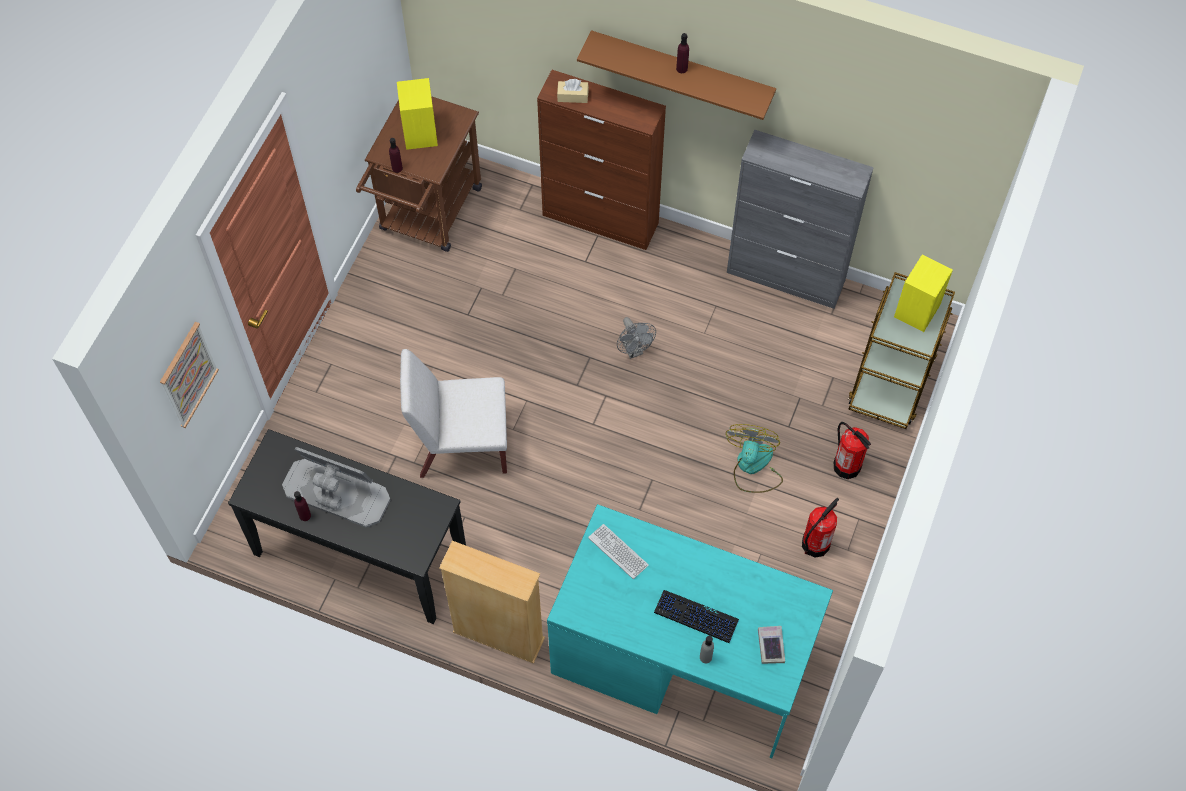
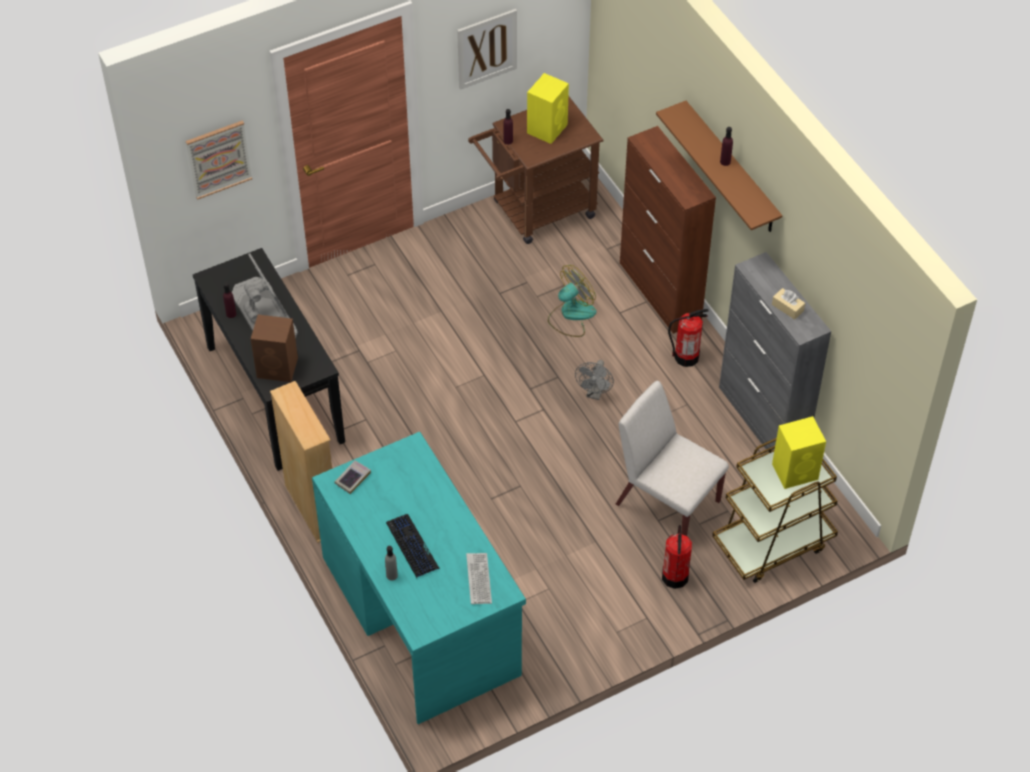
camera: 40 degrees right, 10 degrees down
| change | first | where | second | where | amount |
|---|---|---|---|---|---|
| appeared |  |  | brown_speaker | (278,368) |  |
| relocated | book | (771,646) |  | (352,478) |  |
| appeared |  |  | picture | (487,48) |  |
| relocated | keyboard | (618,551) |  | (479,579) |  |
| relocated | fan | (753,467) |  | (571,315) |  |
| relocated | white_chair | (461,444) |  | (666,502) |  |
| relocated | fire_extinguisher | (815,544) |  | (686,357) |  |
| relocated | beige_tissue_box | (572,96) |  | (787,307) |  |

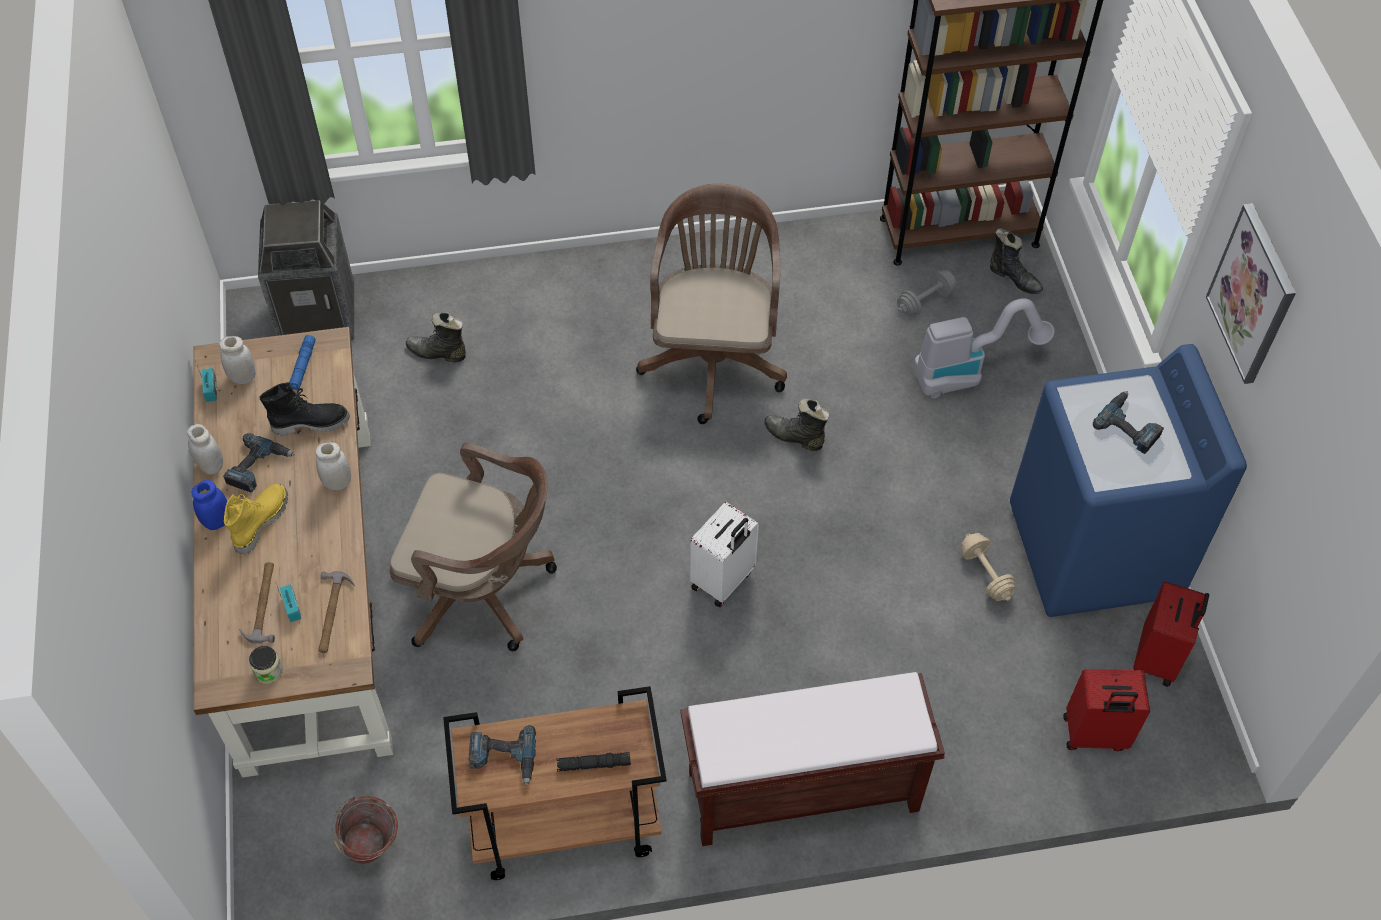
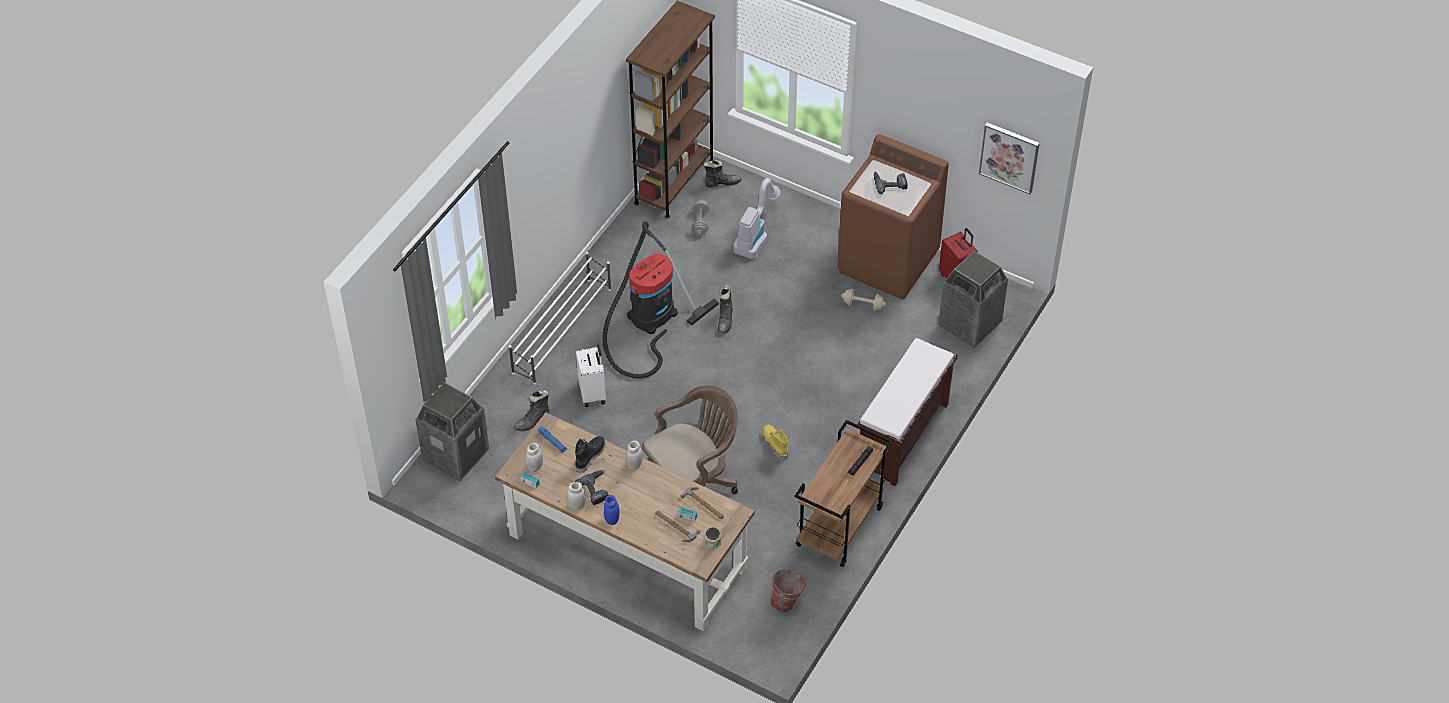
camera: 50 degrees left, 5 degrees down
| change | first | where | second | where | amount |
|---|---|---|---|---|---|
| appeared |  |  | white_shoe_rack | (563,330) |  |
| relocated | white_suitcase | (723,581) |  | (593,394) |  |
| exchanged | brown_office_chair | (713,357) | vacuum_cleaner | (649,319) |  |
| spun | black_boot | (794,437) |  | (725,320) | 60 degrees counterclockwise |
| relocated | yellow_boot | (260,521) |  | (774,445) |  |
| colour | blue_washing_machine | (1093,552) | brown_washing_machine | (888,262) |  |
| exchanged | red_suitcase | (1094,735) | trash_can | (970,324) |  |
| relocated | picture | (1253,294) |  | (1009,157) |  |
| missing | power_drill | (503,759) |  |  |  |

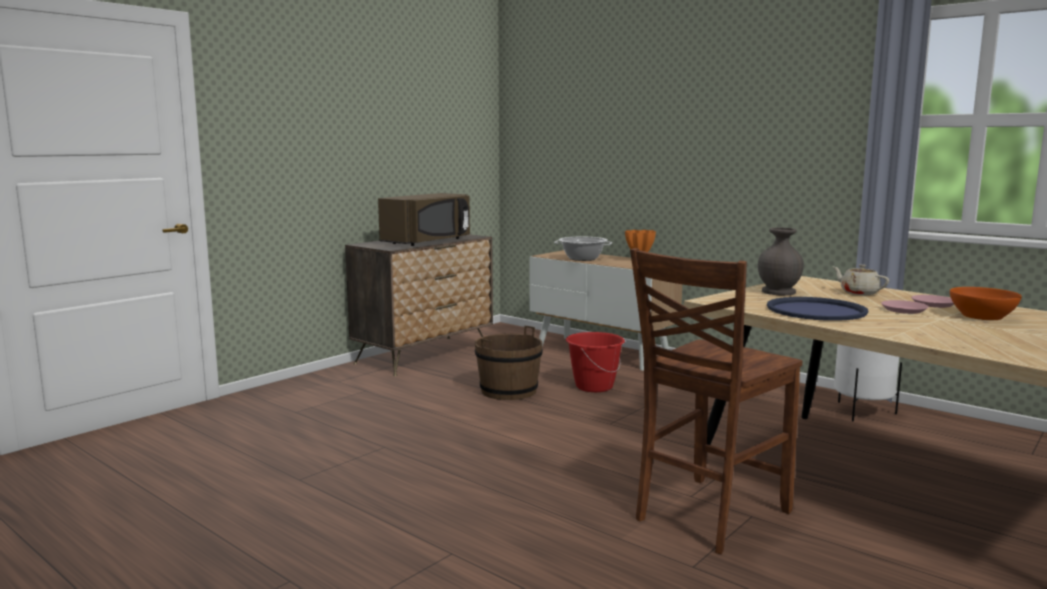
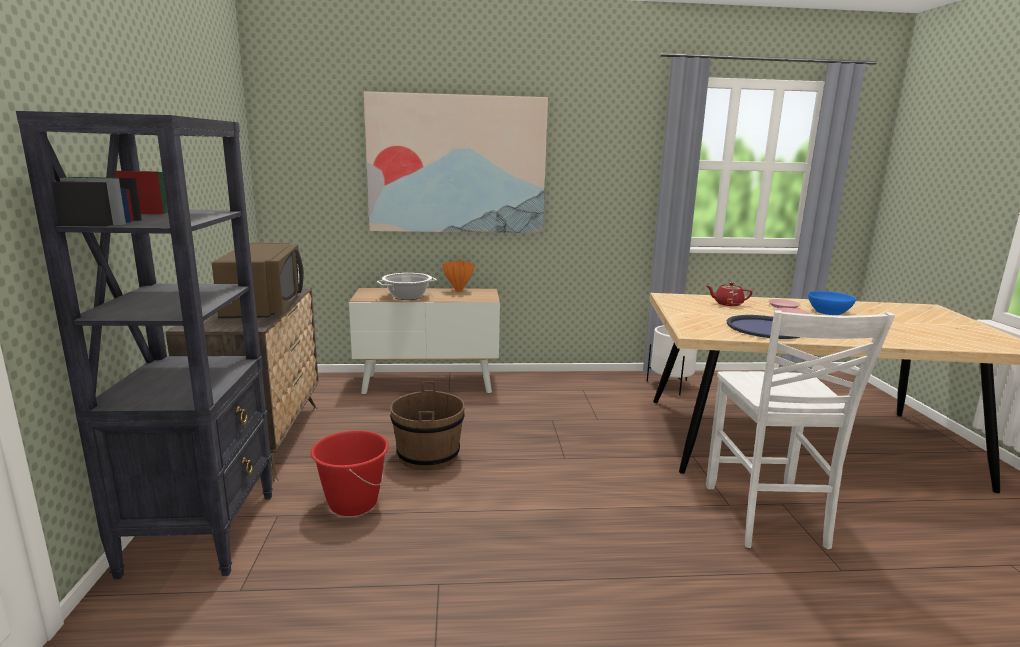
camera: 45 degrees left, 5 degrees up
| change | first | where | second | where | amount |
|---|---|---|---|---|---|
| appeared |  |  | black_bookcase | (202,532) |  |
| relocated | red_bucket | (594,386) |  | (353,503) |  |
| appeared |  |  | picture | (457,165) |  |
| colour | brown_chair | (708,515) | white_chair | (766,517) |  |
| colour | beige_teapot | (858,293) | red_teapot | (727,304) |  |
| colour | orange_bowl | (981,316) | blue_bowl | (828,312) |  |
| missing | grey_vase | (778,292) |  |  |  |

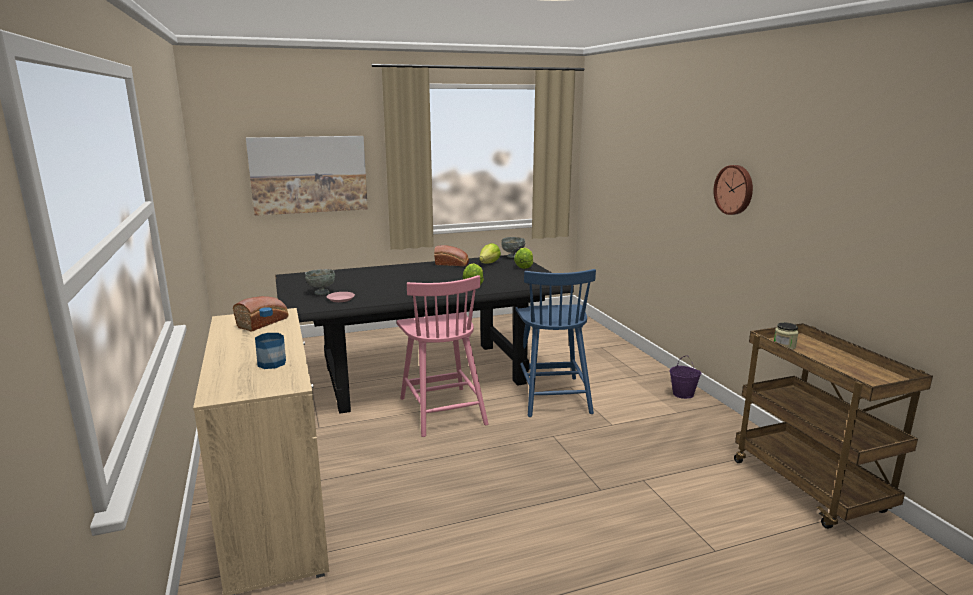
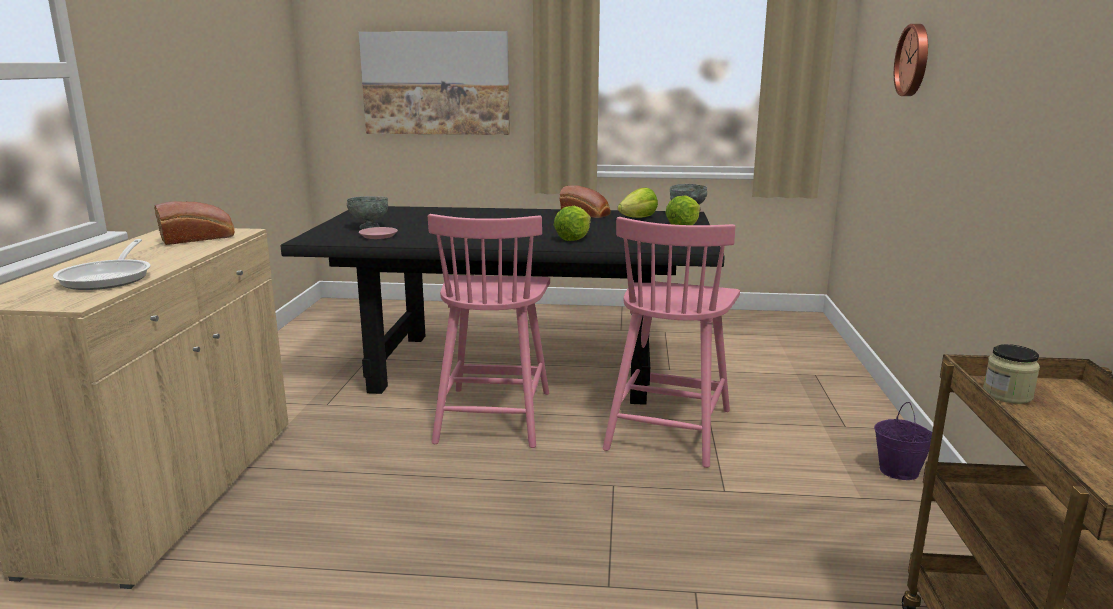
camera: 25 degrees right, 0 degrees up
| change | first | where | second | where | amount |
|---|---|---|---|---|---|
| exchanged | bottle | (271,363) | frying_pan | (109,277) |  |
| colour | blue_chair | (552,395) | pink_chair | (669,428) |  |
| relocated | wall_clock | (735,189) |  | (914,60) |  |

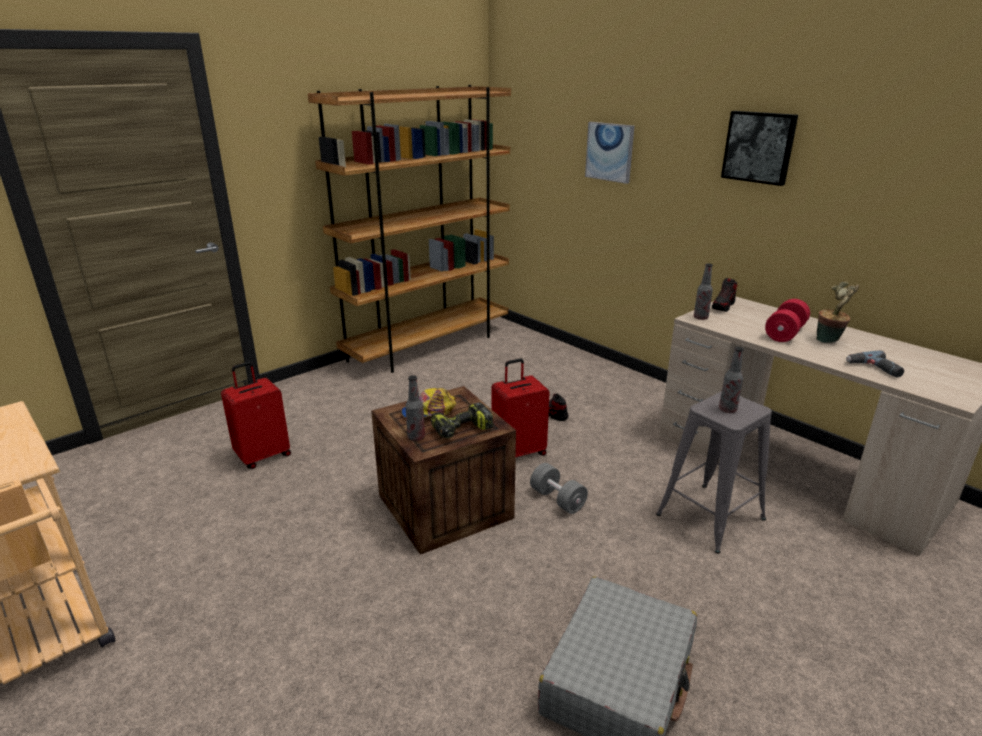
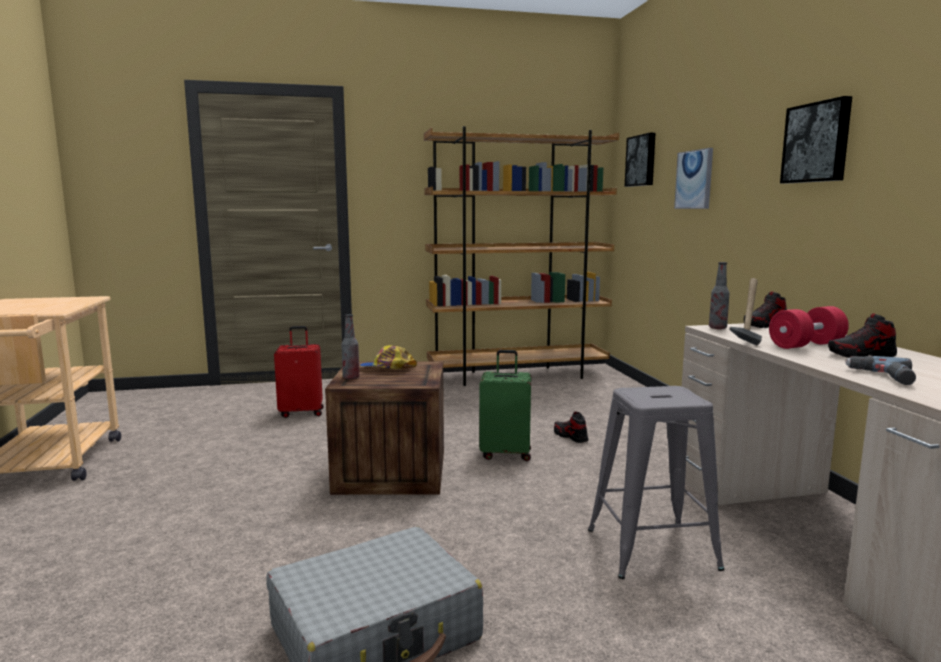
camera: 30 degrees right, 15 degrees down
| change | first | where | second | where | amount |
|---|---|---|---|---|---|
| colour | red_suitcase | (518,452) | green_suitcase | (506,454) |  |
| appeared |  |  | picture | (642,160) |  |
| appeared |  |  | hammer | (746,338) |  |
| exchanged | potted_plant | (829,340) | shoe | (861,355) |  |
| missing | power_drill | (461,430) |  |  |  |
| missing | grey_dumbbell | (557,499) |  |  |  |
| missing | bottle | (727,409) |  |  |  |

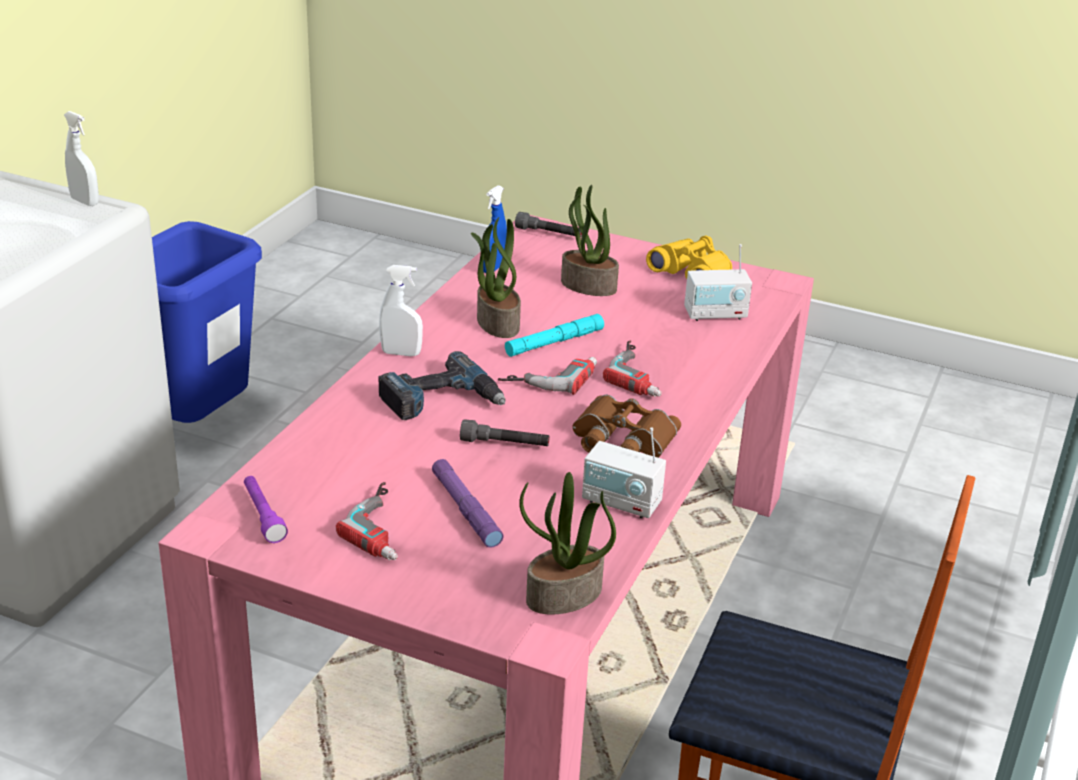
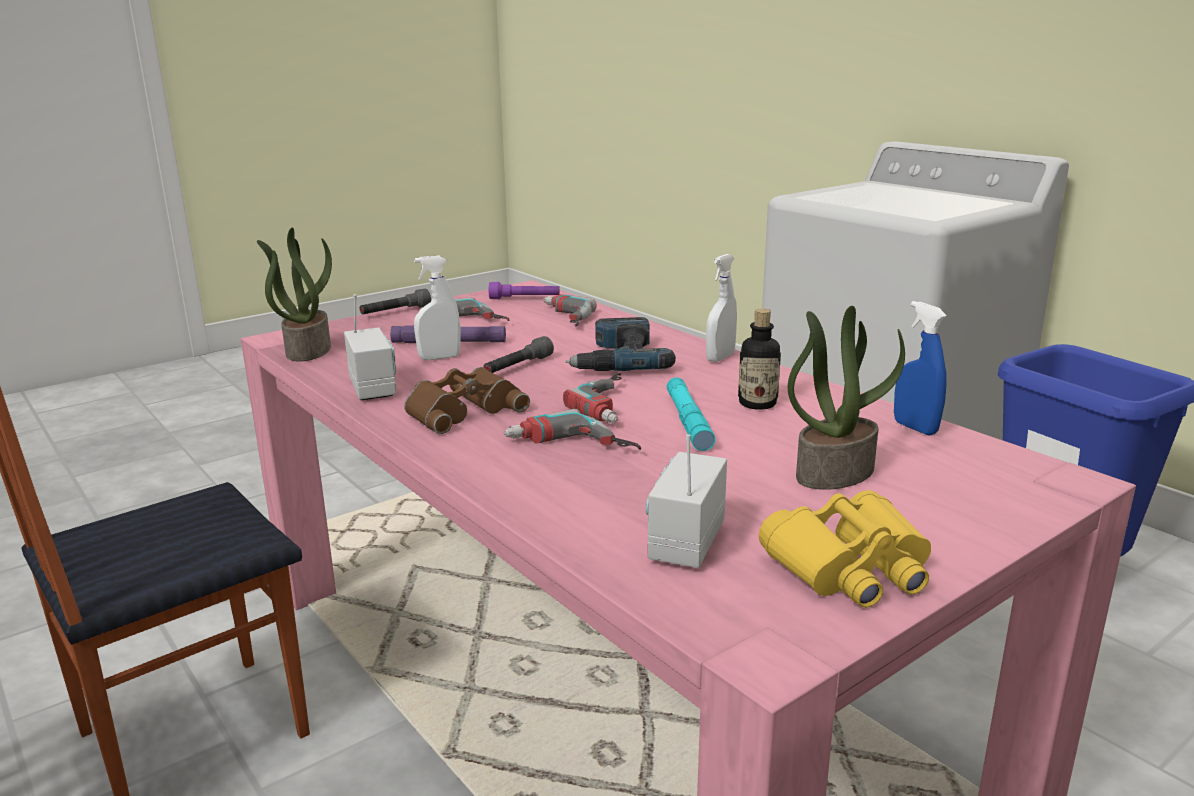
camera: 120 degrees right, 10 degrees down
| change | first | where | second | where | amount |
|---|---|---|---|---|---|
| spun | radio | (621,502) |  | (373,388) | 105 degrees clockwise |
| relocated | grey_flashlight | (549,234) |  | (395,312) |  |
| relocated | white_spray_bottle | (85,202) |  | (439,357) |  |
| appeared |  |  | power_drill | (560,318) |  |
| exchanged | potted_plant | (496,323) | bottle | (757,404) |  |

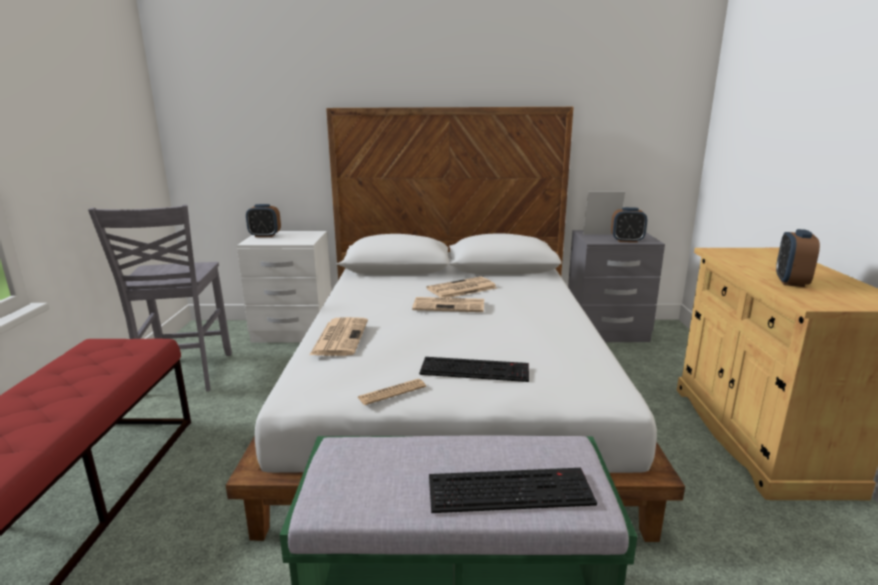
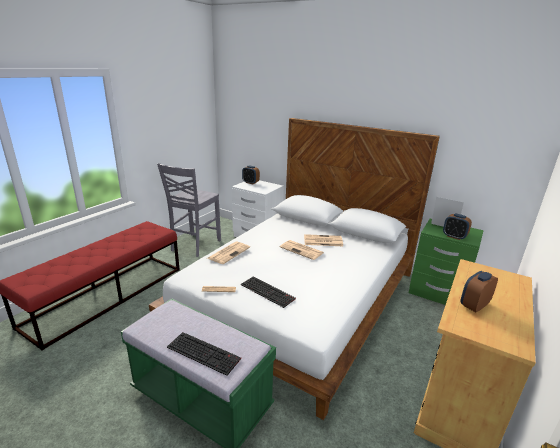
camera: 30 degrees right, 5 degrees up
| change | first | where | second | where | amount |
|---|---|---|---|---|---|
| colour | grey_nightstand | (606,331) | green_nightstand | (437,292) |  |

